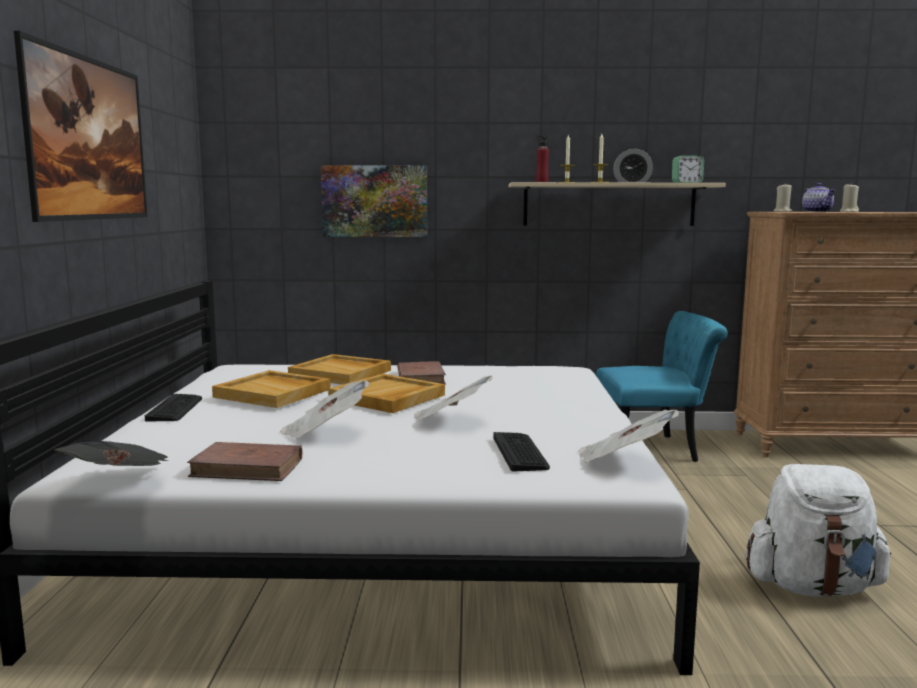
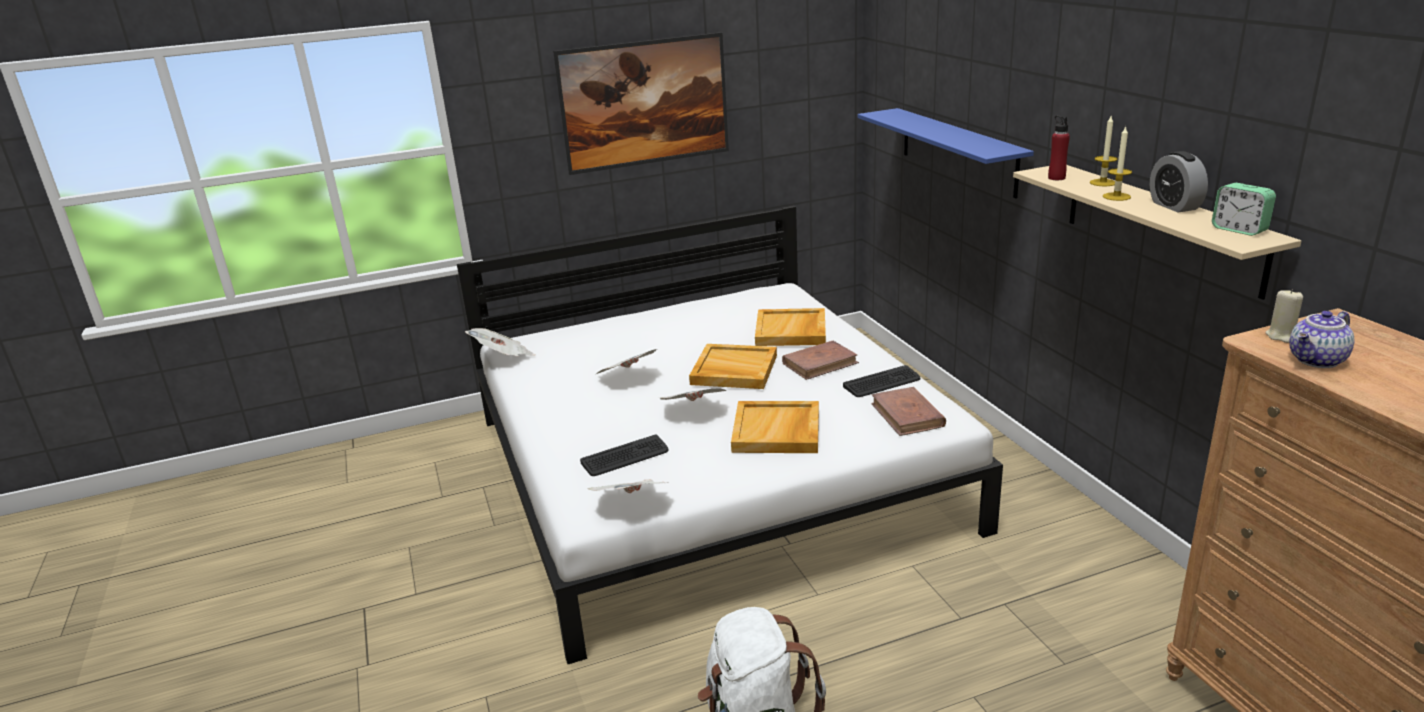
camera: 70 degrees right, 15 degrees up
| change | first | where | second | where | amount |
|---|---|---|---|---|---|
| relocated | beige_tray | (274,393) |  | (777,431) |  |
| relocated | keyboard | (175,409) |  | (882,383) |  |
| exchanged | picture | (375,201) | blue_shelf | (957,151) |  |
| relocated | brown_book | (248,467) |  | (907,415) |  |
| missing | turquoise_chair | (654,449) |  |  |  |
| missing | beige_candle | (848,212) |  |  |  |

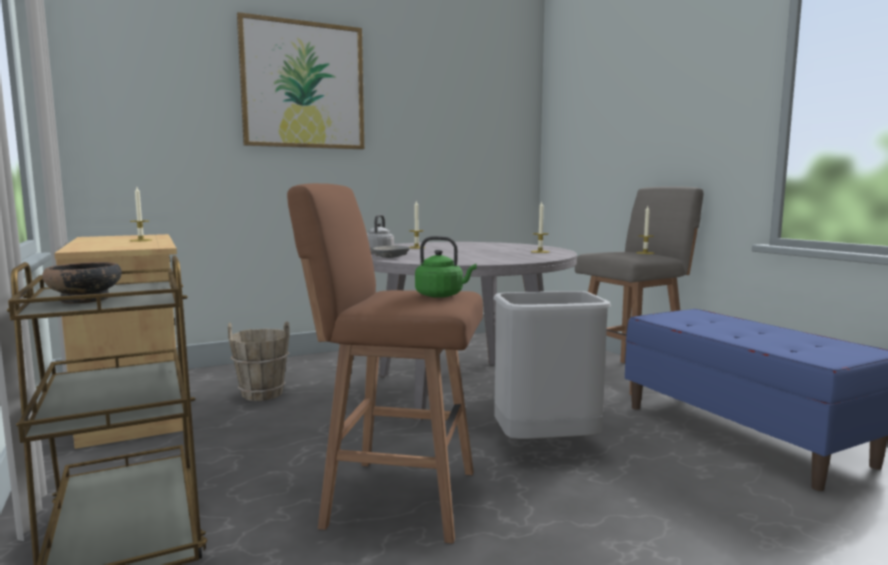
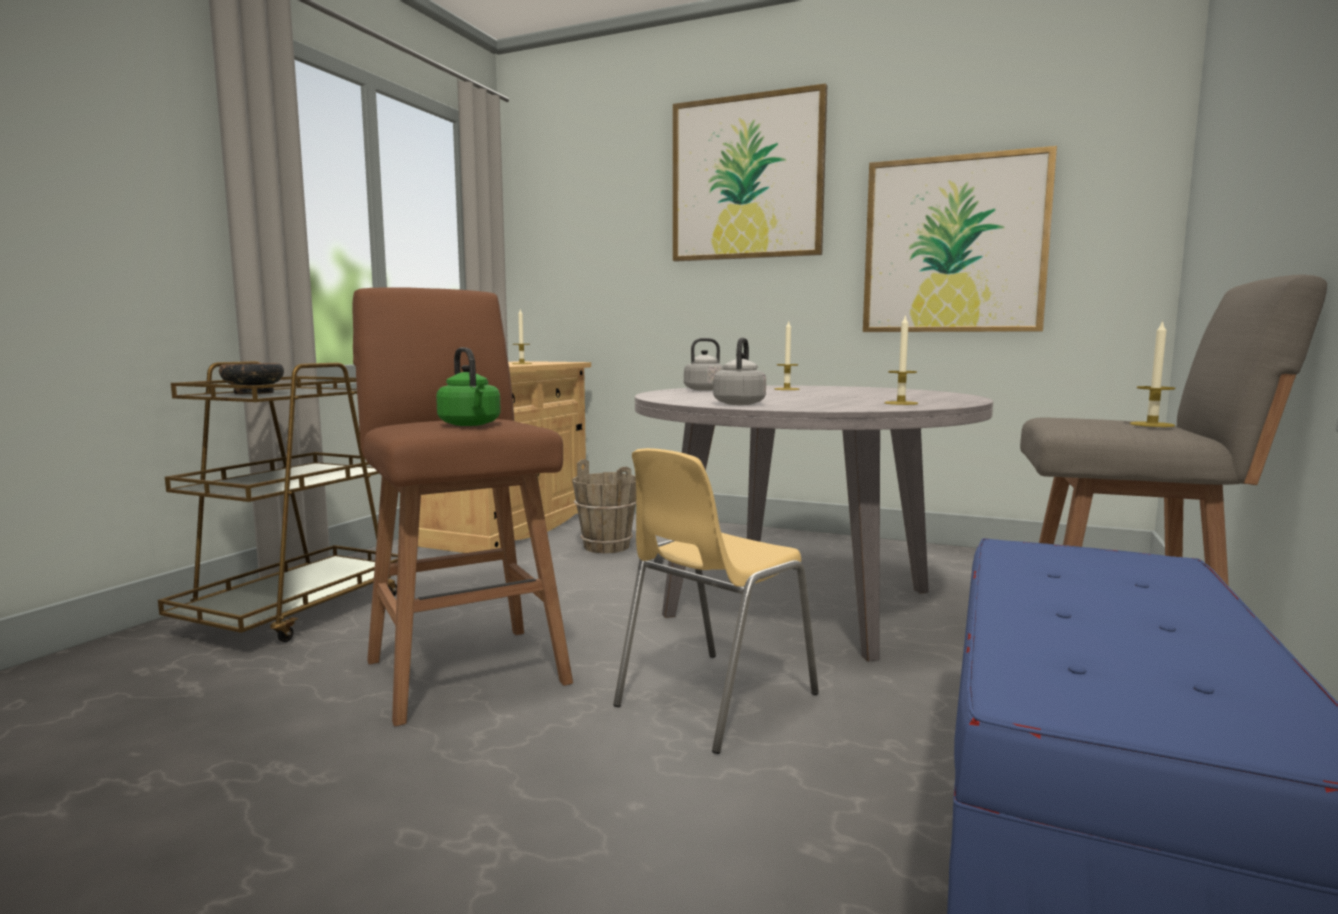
camera: 50 degrees right, 0 degrees up
| change | first | where | second | where | amount |
|---|---|---|---|---|---|
| exchanged | grey_trash_can | (546,446) | yellow_chair | (713,700) |  |
| appeared |  |  | grey_kettle | (740,403) |  |
| appeared |  |  | picture | (954,245) |  |
| missing | grey_bowl | (390,257) |  |  |  |

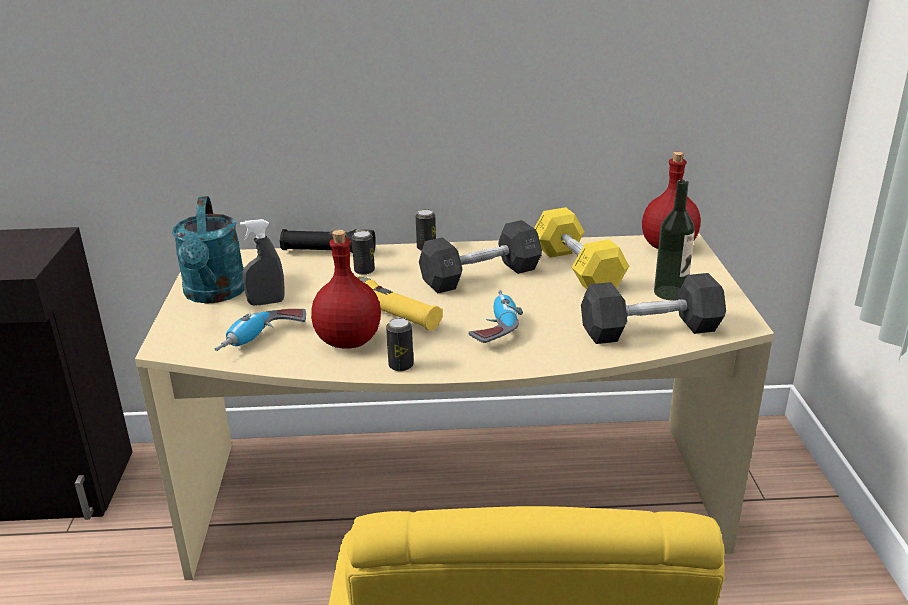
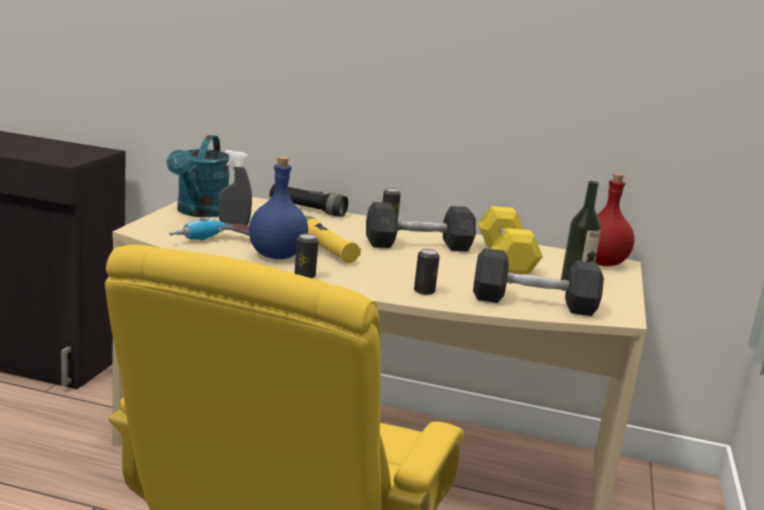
camera: 15 degrees right, 10 degrees down
| change | first | where | second | where | amount |
|---|---|---|---|---|---|
| colour | red_bottle | (347,341) | blue_bottle | (276,255) |  |
| relocated | can | (364,271) |  | (424,291) |  |
| missing | power_drill | (494,327) |  |  |  |

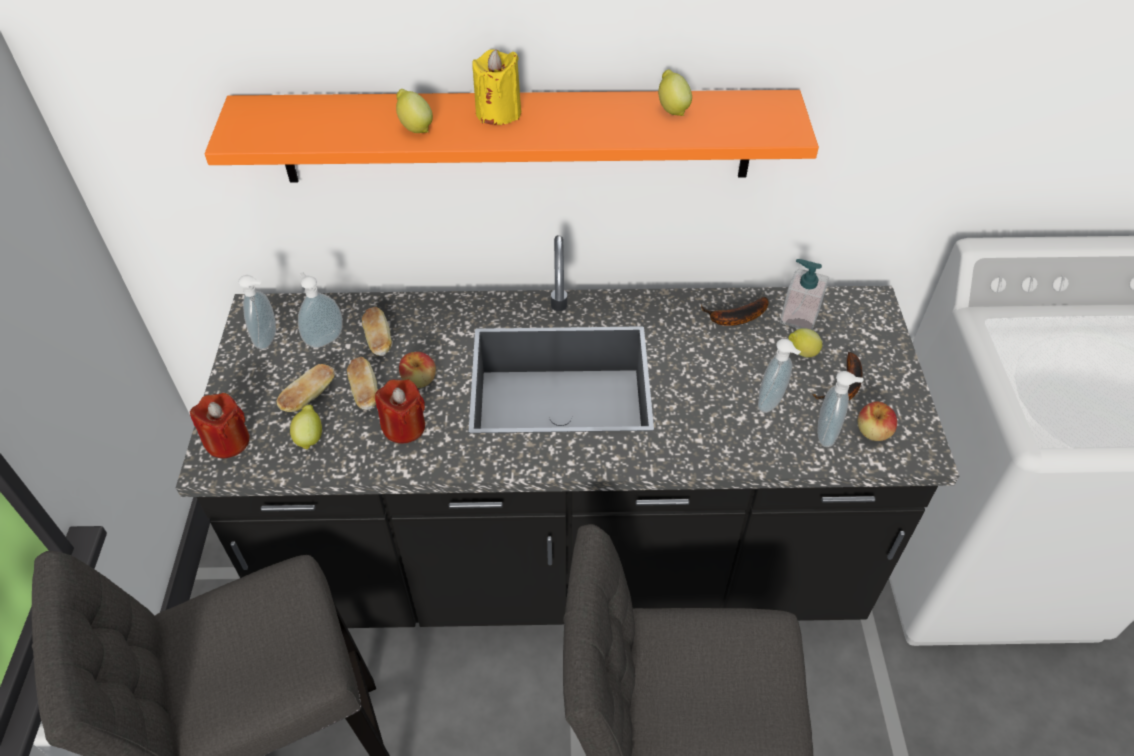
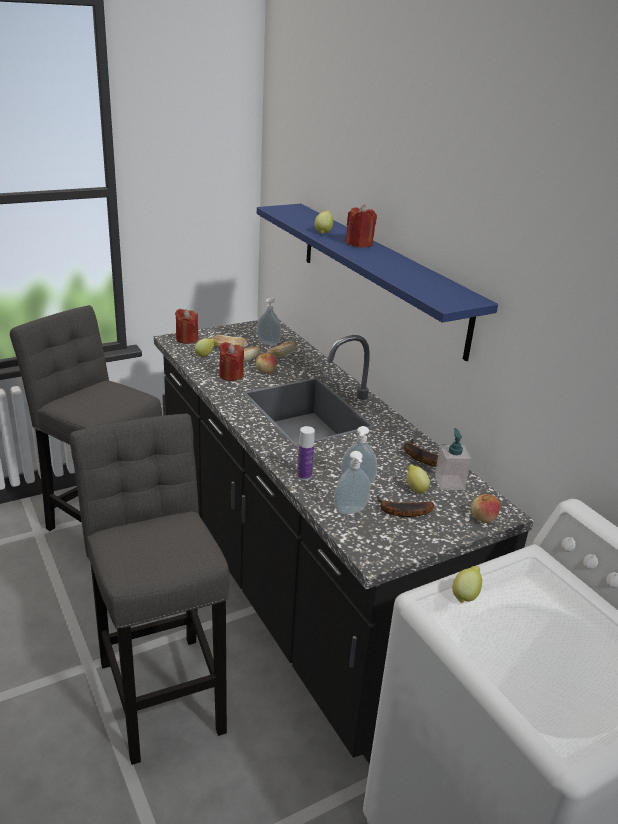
camera: 60 degrees right, 20 degrees down
| change | first | where | second | where | amount |
|---|---|---|---|---|---|
| colour | orange_shelf | (516,136) | blue_shelf | (379,275) |  |
| appeared |  |  | bottle | (304,475) |  |
| colour | yellow_candle | (498,113) | red_candle | (359,244) |  |
| relocated | lemon | (672,109) |  | (465,595) |  |
| relocated | apple | (873,432) |  | (483,518) |  |
| missing | soap_dispenser | (269,339) |  |  |  |

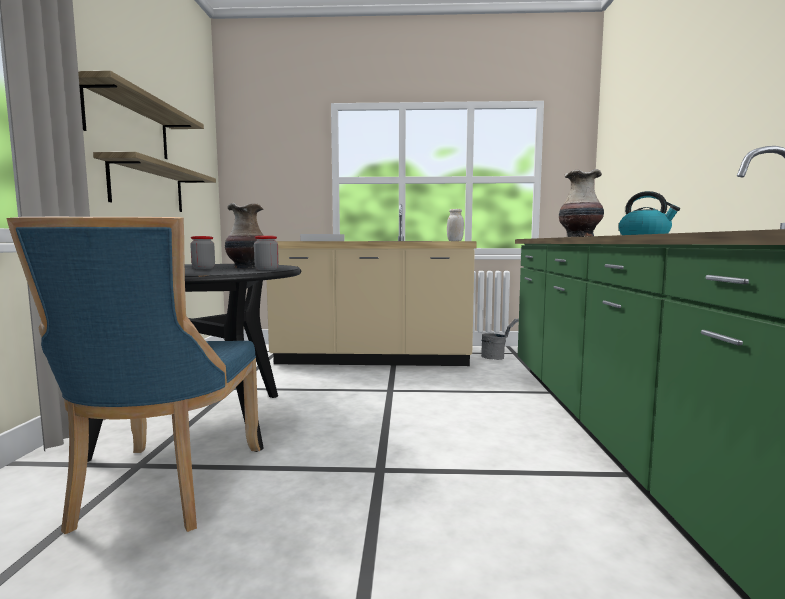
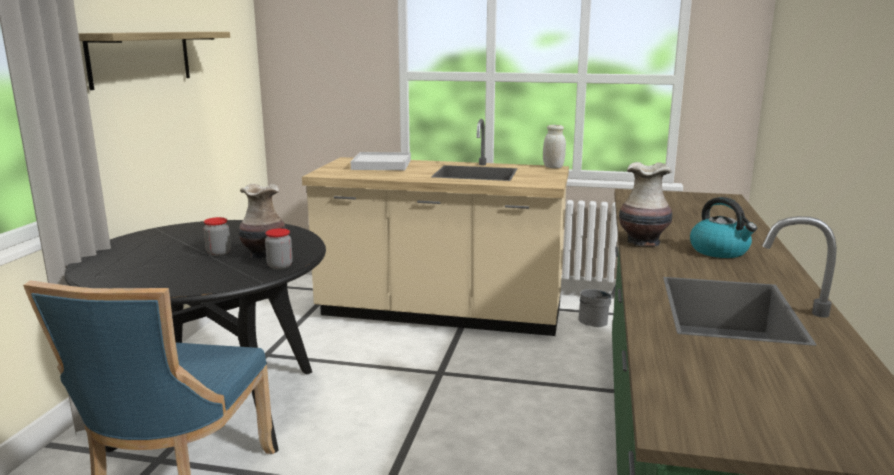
camera: 10 degrees right, 10 degrees up
| change | first | where | second | where | amount |
|---|---|---|---|---|---|
| missing | shelf | (148,187) |  |  |  |

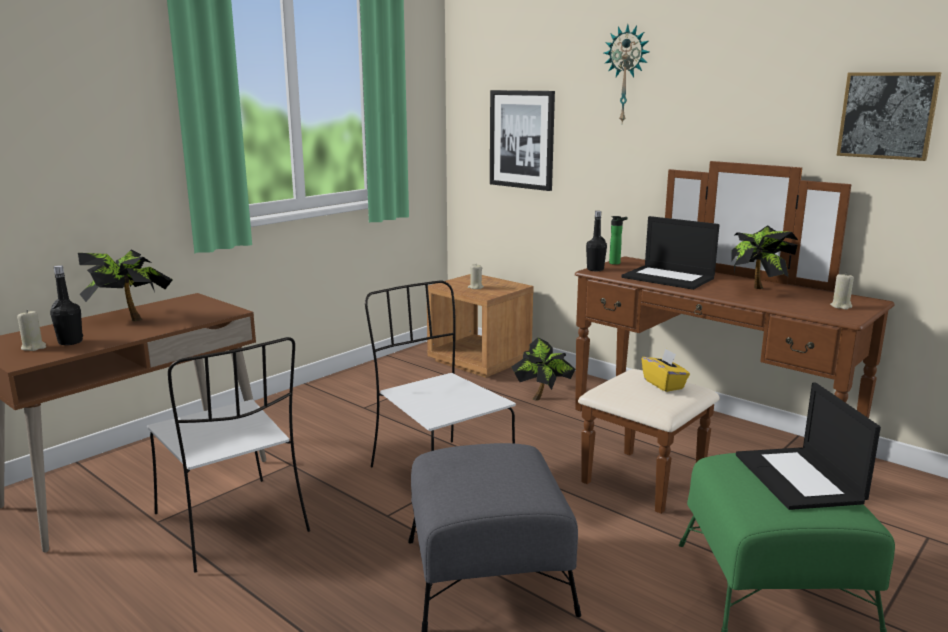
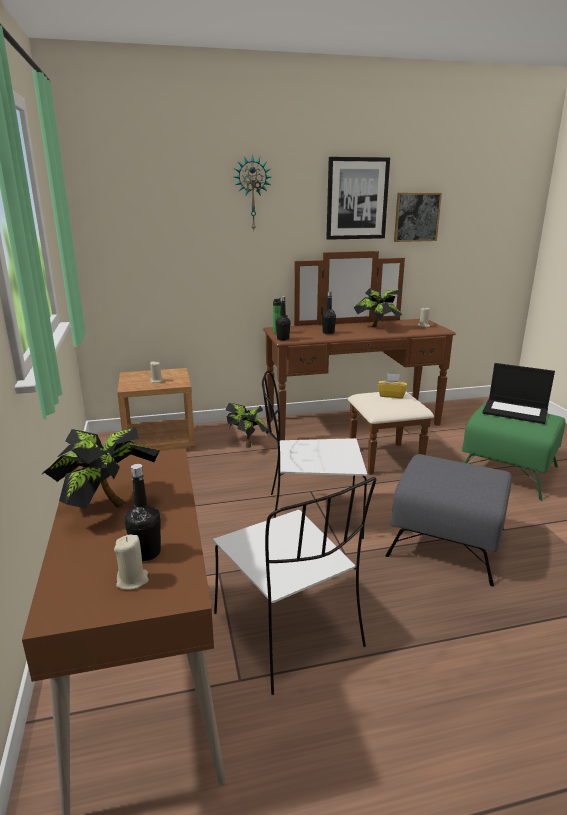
camera: 55 degrees left, 5 degrees up
| change | first | where | second | where | amount |
|---|---|---|---|---|---|
| spun | white_chair | (233,525) |  | (289,632) | 60 degrees clockwise |
| exchanged | laptop | (669,278) | black_bottle | (328,333) |  |
| relocated | picture | (522,139) |  | (357,199) |  |

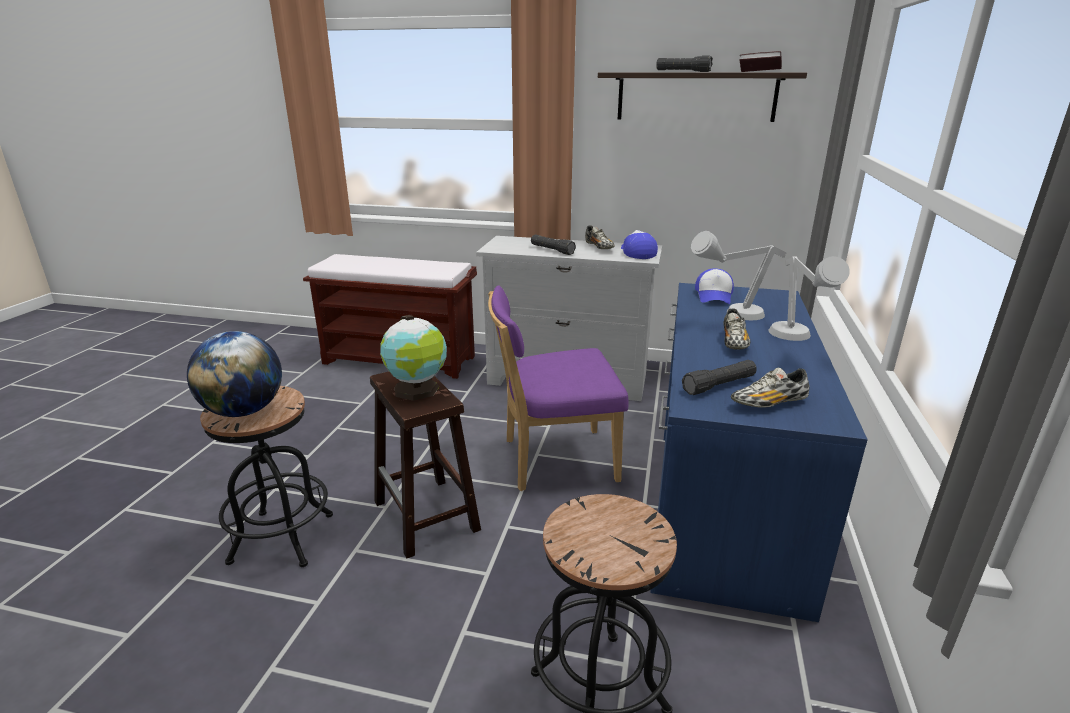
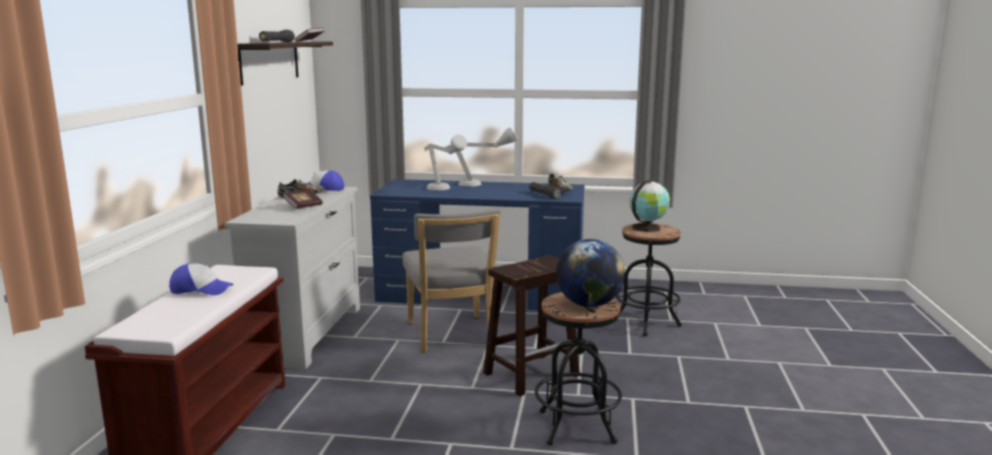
camera: 95 degrees left, 10 degrees down
| change | first | where | second | where | amount |
|---|---|---|---|---|---|
| relocated | cap | (714,296) |  | (201,289) |  |
| exchanged | black_flashlight | (552,250) | book | (303,206) |  |
| colour | purple_chair | (553,460) | grey_chair | (451,336) |  |
| relocated | globe | (417,390) |  | (647,228) |  |
| missing | shoe | (734,343) |  |  |  |

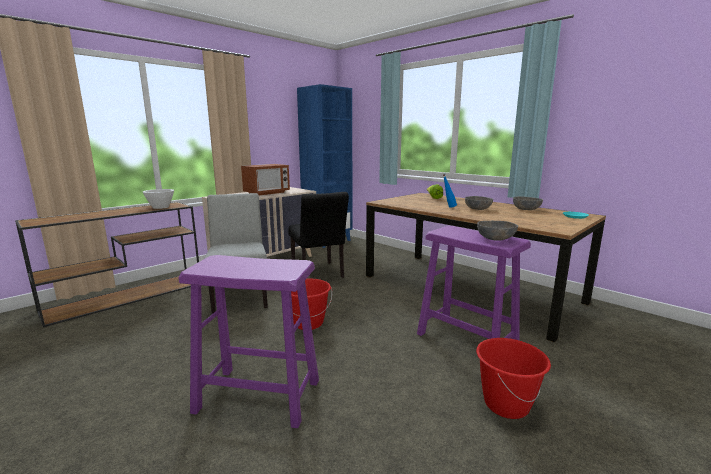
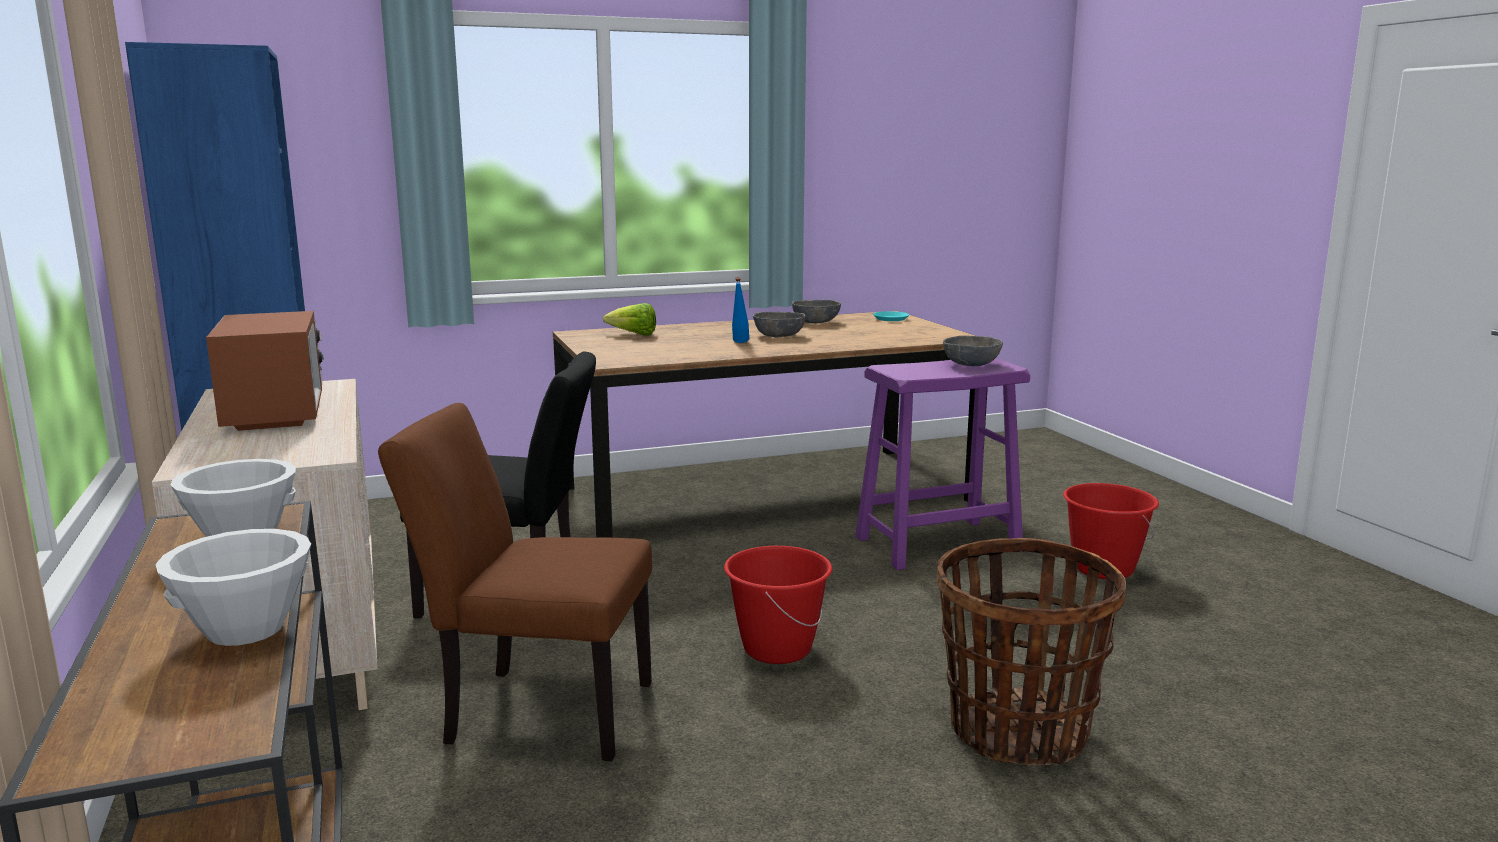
camera: 65 degrees left, 0 degrees up
| change | first | where | second | where | amount |
|---|---|---|---|---|---|
| appeared |  |  | white_bowl | (244,629) |  |
| colour | grey_chair | (240,296) | brown_chair | (535,711) |  |
| exchanged | purple_stool | (257,395) | basket | (1018,732) |  |

